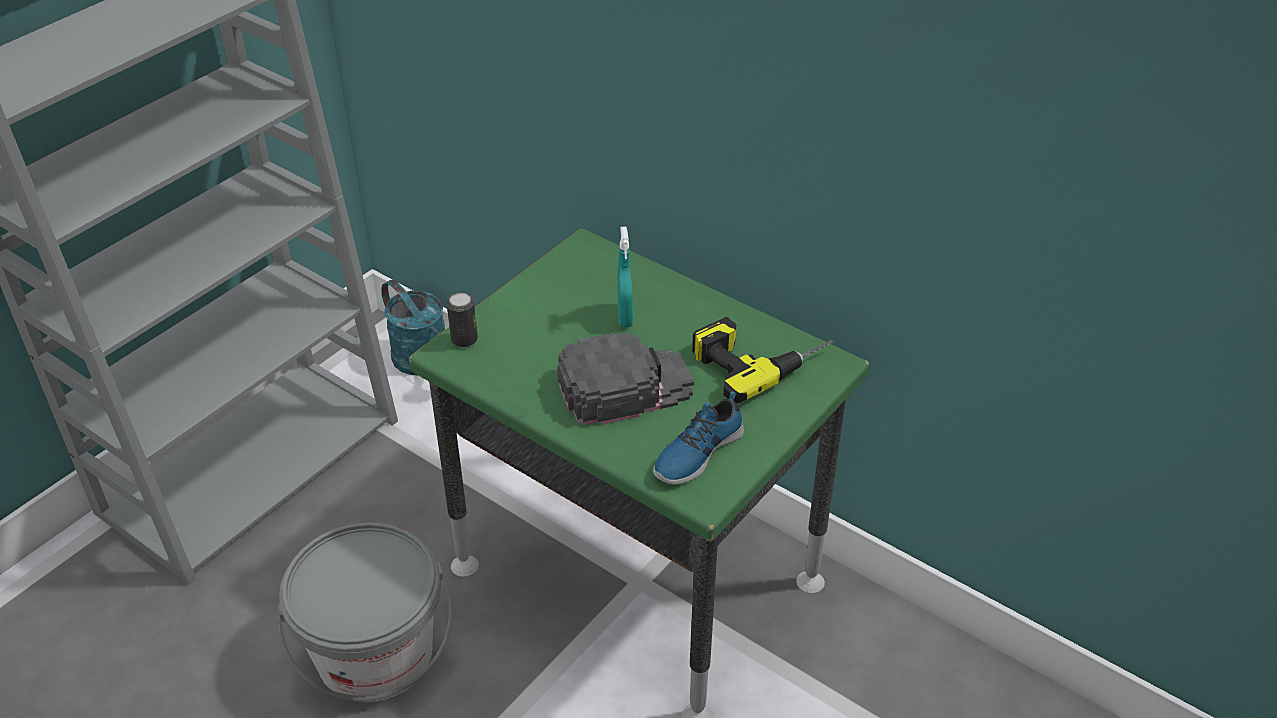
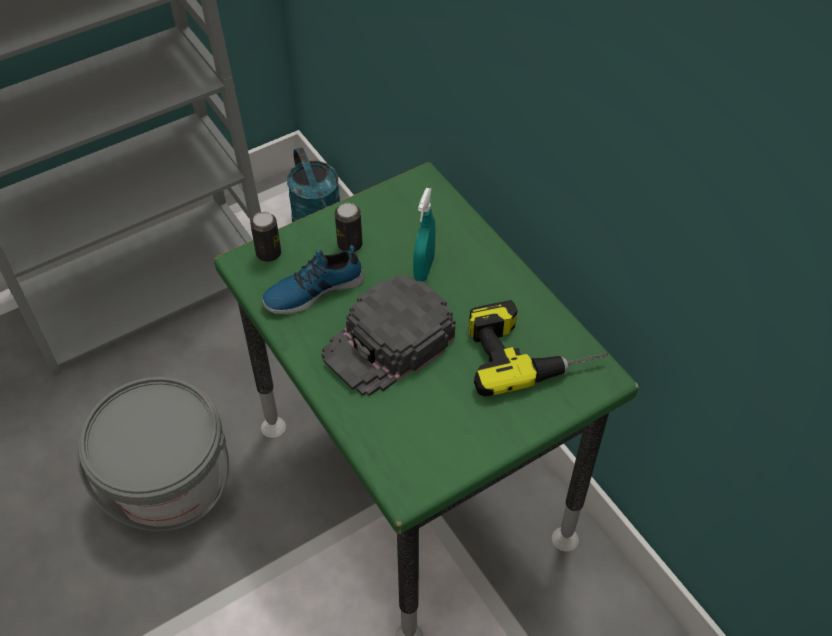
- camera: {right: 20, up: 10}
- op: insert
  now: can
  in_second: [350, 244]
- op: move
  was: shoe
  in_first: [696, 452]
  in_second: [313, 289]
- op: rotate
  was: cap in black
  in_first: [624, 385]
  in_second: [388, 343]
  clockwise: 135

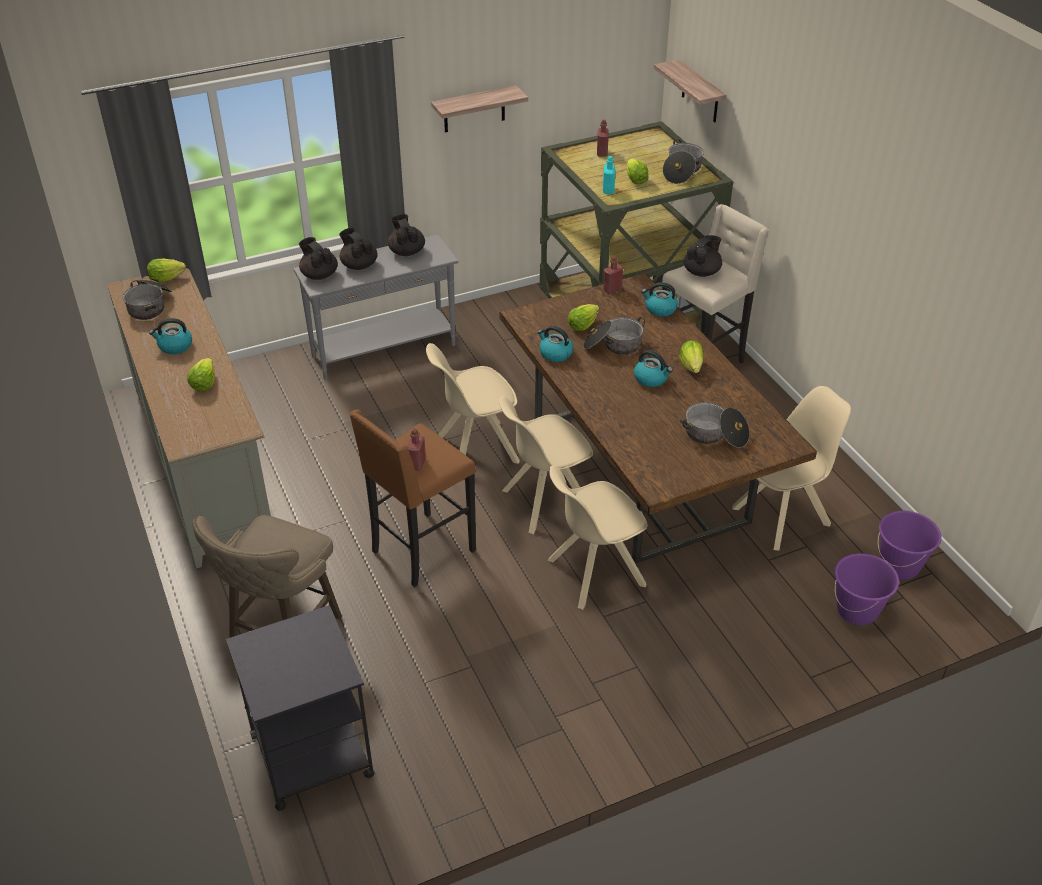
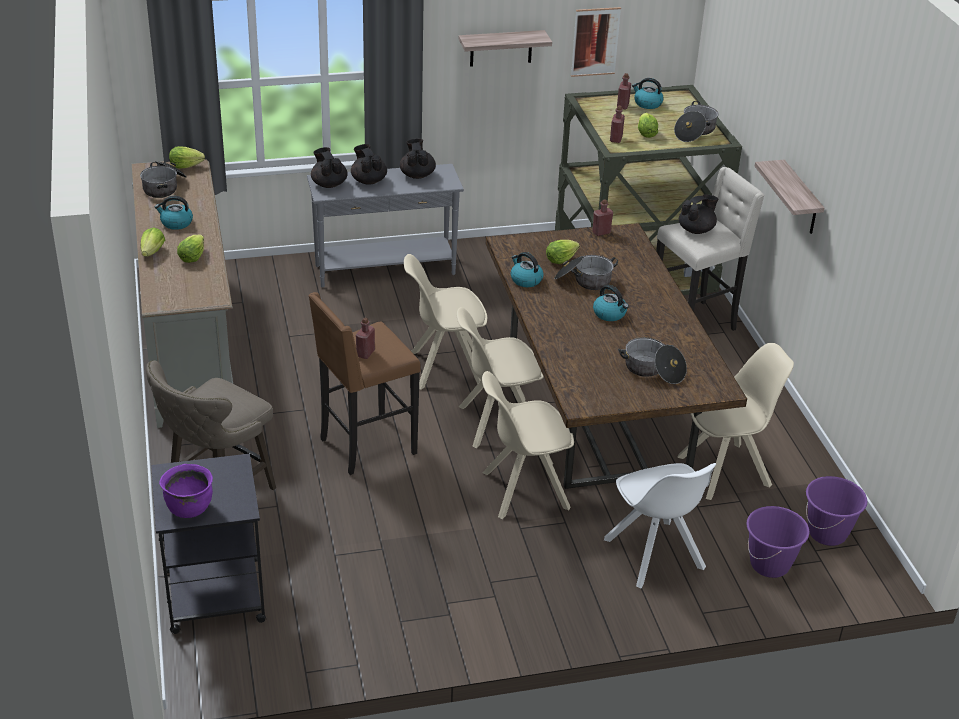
- camera: {right: 10, up: -5}
- op: insert
  now: cooking pot in purple
  in_second: [189, 508]
- op: insert
  now: picture
  in_second: [595, 42]
- op: insert
  now: chair in white
  in_second: [654, 555]
- op: move
  was: kettle
  in_first: [660, 309]
  in_second: [647, 104]
- op: move
  was: shelf
  in_first: [700, 93]
  in_second: [800, 199]
- op: move
  was: lettuce
  in_first: [691, 366]
  in_second: [152, 252]
- op: recolor
  was: bottle in turquoise
  now: bottle in red
  in_first: [608, 190]
  in_second: [616, 139]

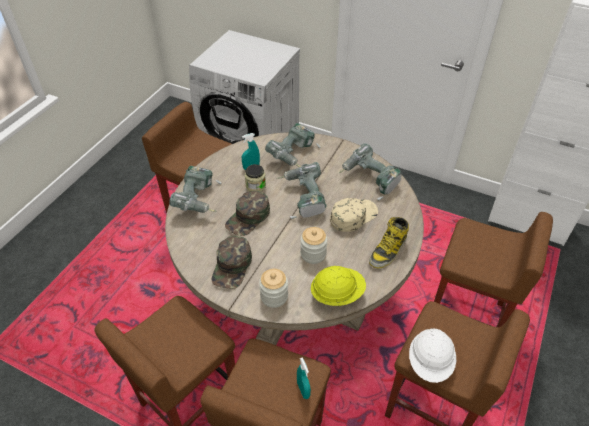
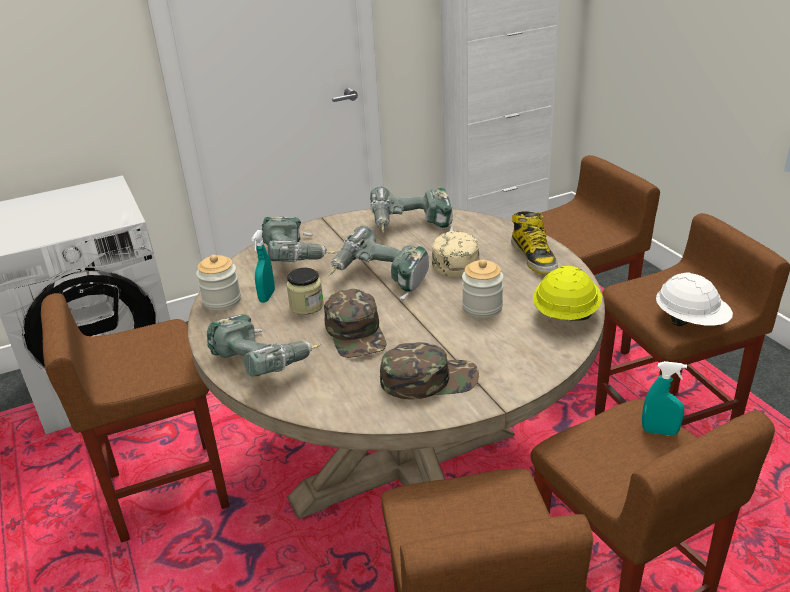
- camera: {right: -50, up: -15}
- op: move
  was: jar
  in_first: [274, 296]
  in_second: [222, 301]
- op: rotate
  was: cap in green
  in_first: [232, 266]
  in_second: [429, 379]
  clockwise: -60

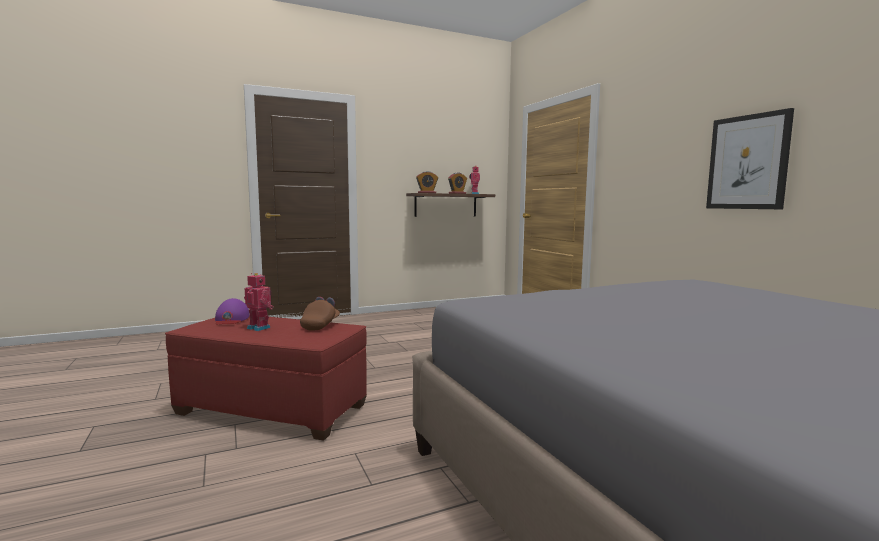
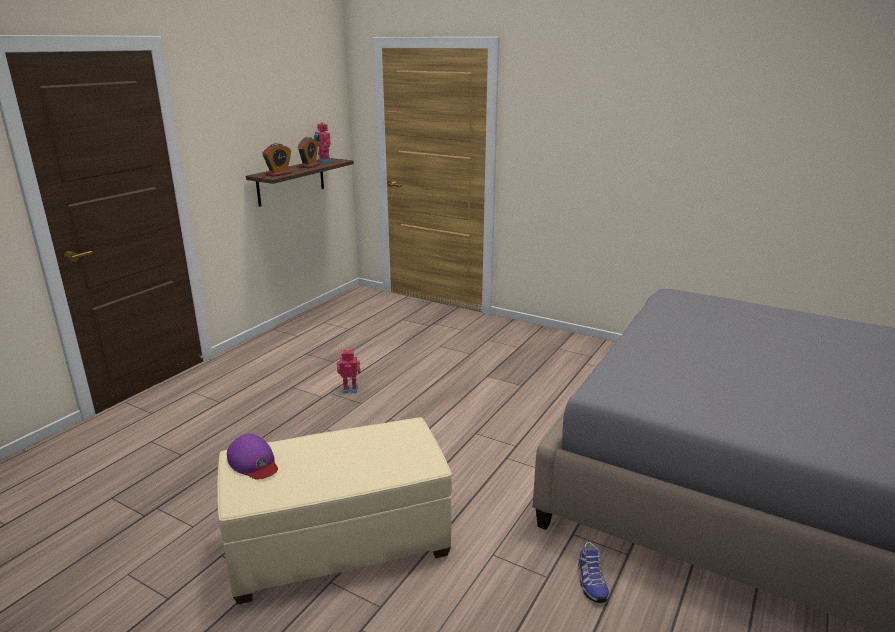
- camera: {right: -35, up: 15}
- op: delete
  was: cap in brown
  in_first: [320, 325]
- op: delete
  was: picture
  in_first: [748, 162]
- op: insert
  now: shoe
  in_second: [590, 582]
- op: move
  was: toy robot
  in_first: [260, 327]
  in_second: [350, 389]
- op: recolor
  was: ottoman in red
  now: ottoman in beige
  in_first: [271, 409]
  in_second: [339, 545]

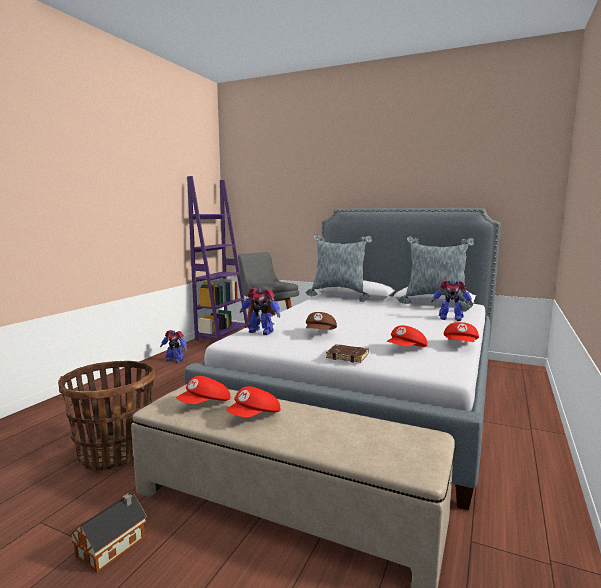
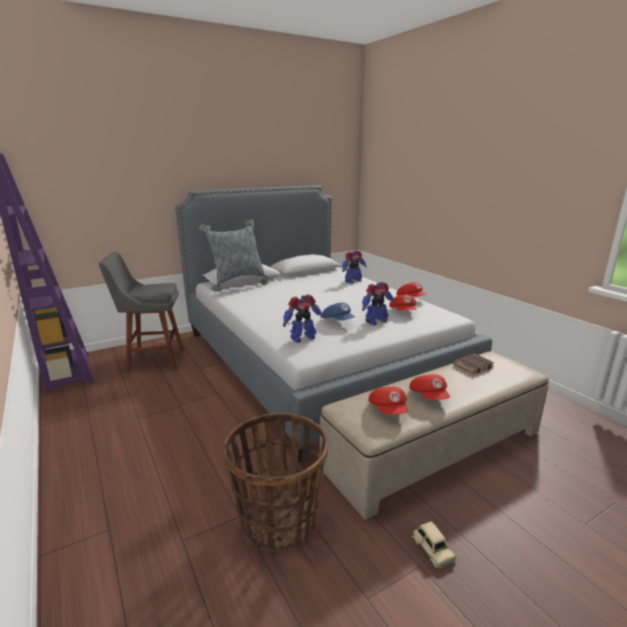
- camera: {right: -55, up: 10}
- op: delete
  was: pillow
  in_first: [434, 306]
- op: move
  was: toy robot
  in_first: [175, 360]
  in_second: [375, 321]
- op: move
  was: book in brown
  in_first: [348, 356]
  in_second: [473, 366]
- op: replace
  was: toy house
  now: toy car in beige
  in_first: [114, 545]
  in_second: [432, 549]
- op: recolor
  was: cap in brown
  now: cap in blue
  in_first: [320, 333]
  in_second: [338, 321]

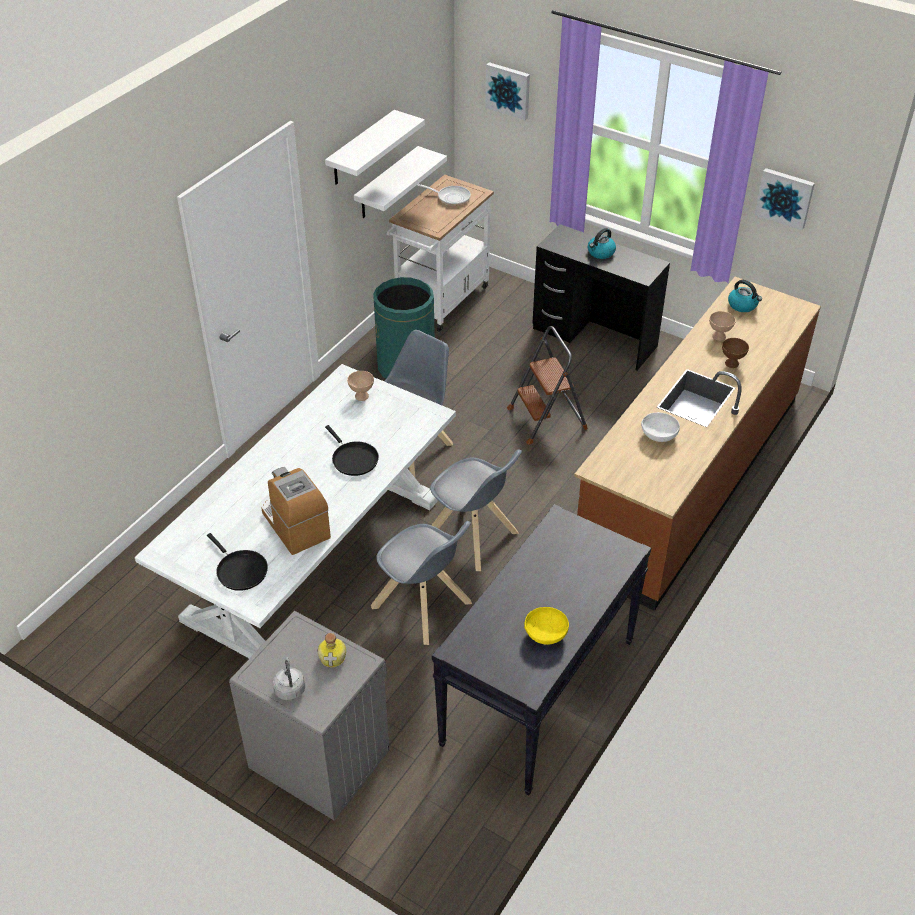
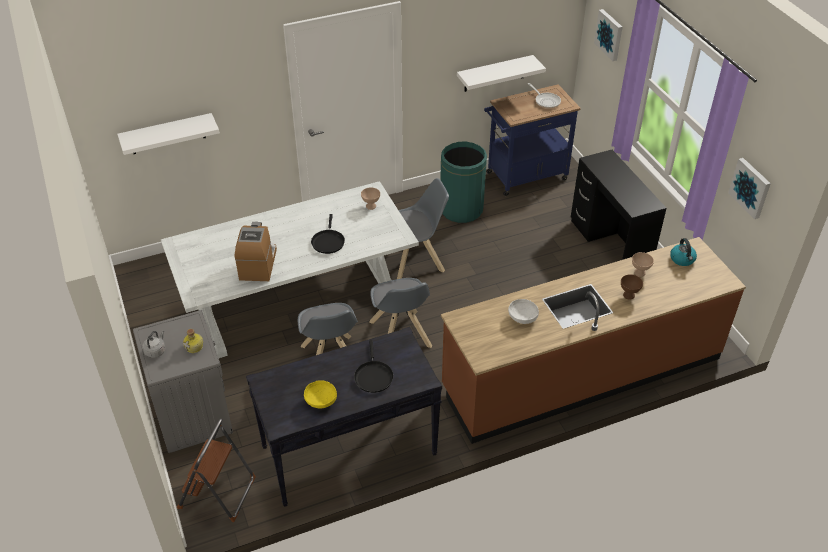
- camera: {right: 35, up: 0}
- op: delete
  was: kettle
  in_first: [600, 253]
- op: move
  was: frying pan in black
  in_first: [240, 570]
  in_second: [373, 376]
- op: move
  was: shelf in white
  in_first: [361, 149]
  in_second: [167, 134]
- op: move
  was: step ladder in brown
  in_first: [550, 418]
  in_second: [219, 493]
- op: recolor
  was: cart in white
  now: cart in blue
  in_first: [440, 302]
  in_second: [524, 177]

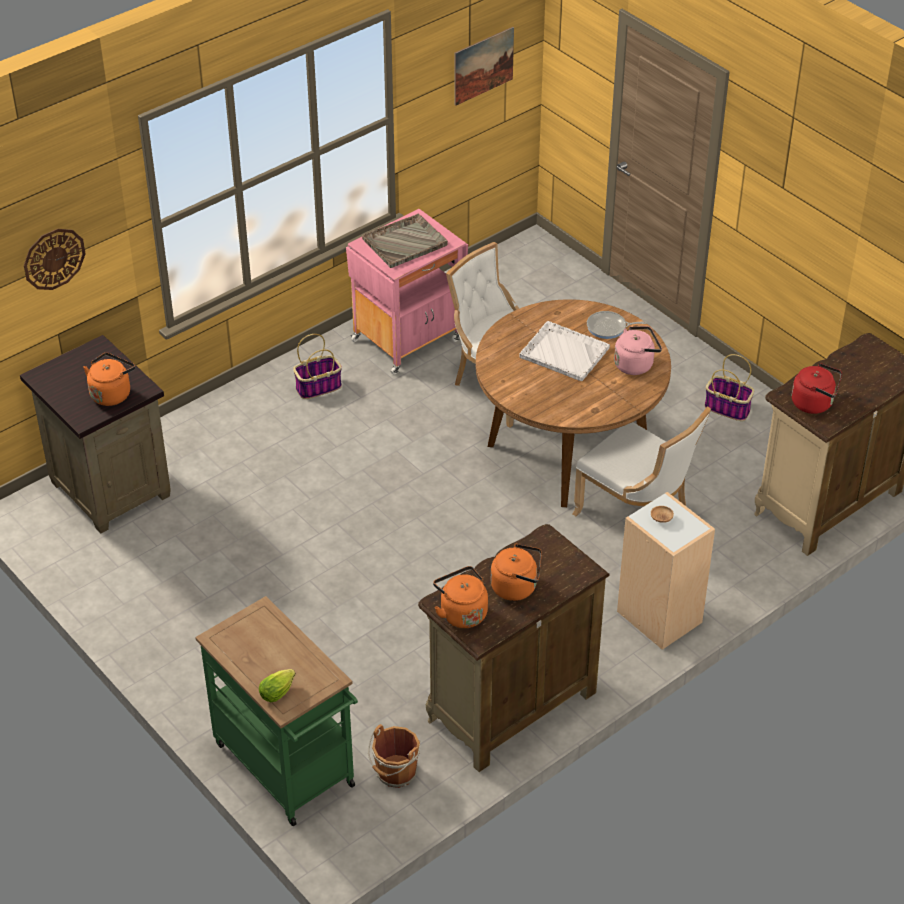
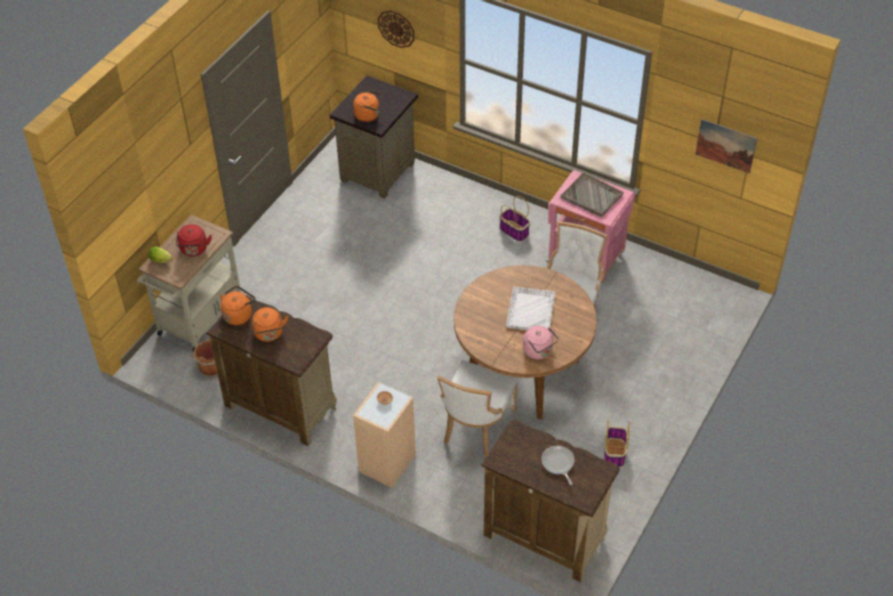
- camera: {right: 70, up: 5}
- op: move
  was: frying pan
  in_first: [609, 328]
  in_second: [558, 463]
- op: move
  was: kettle in red
  in_first: [814, 403]
  in_second: [194, 250]
- op: recolor
  was: cart in green
  now: cart in beige
  in_first: [287, 768]
  in_second: [198, 319]

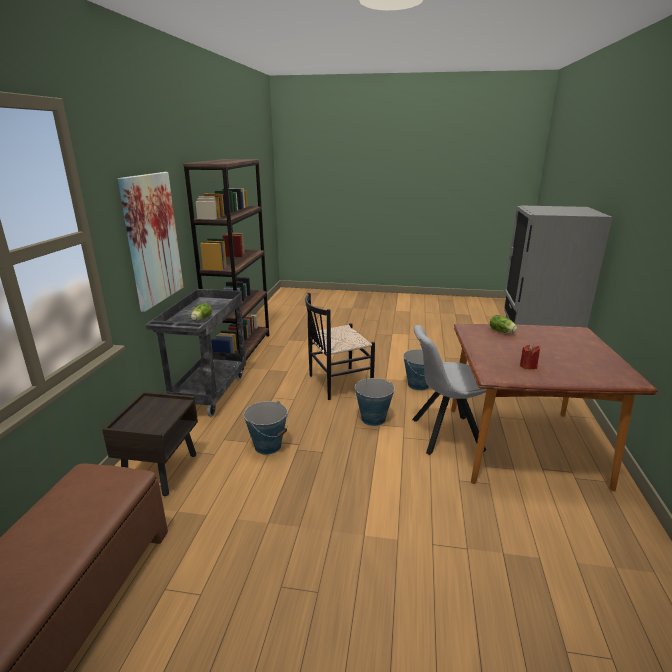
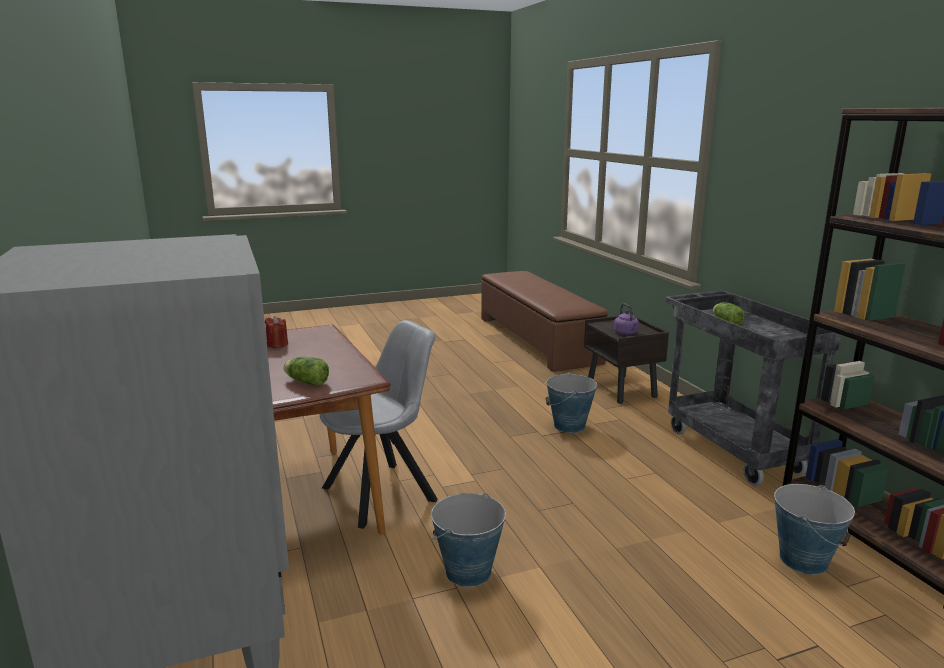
- camera: {right: 150, up: -5}
- op: delete
  was: picture
  in_first: [152, 239]
- op: delete
  was: chair in black
  in_first: [337, 383]
- op: insert
  now: kettle in purple
  in_second: [626, 333]
- op: move
  was: bucket
  in_first: [373, 419]
  in_second: [803, 560]

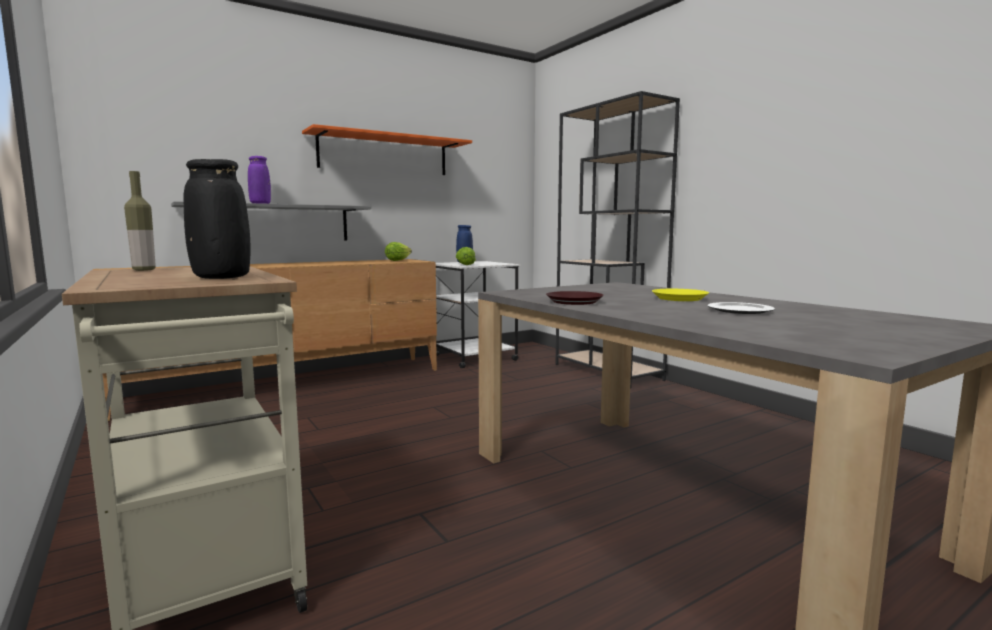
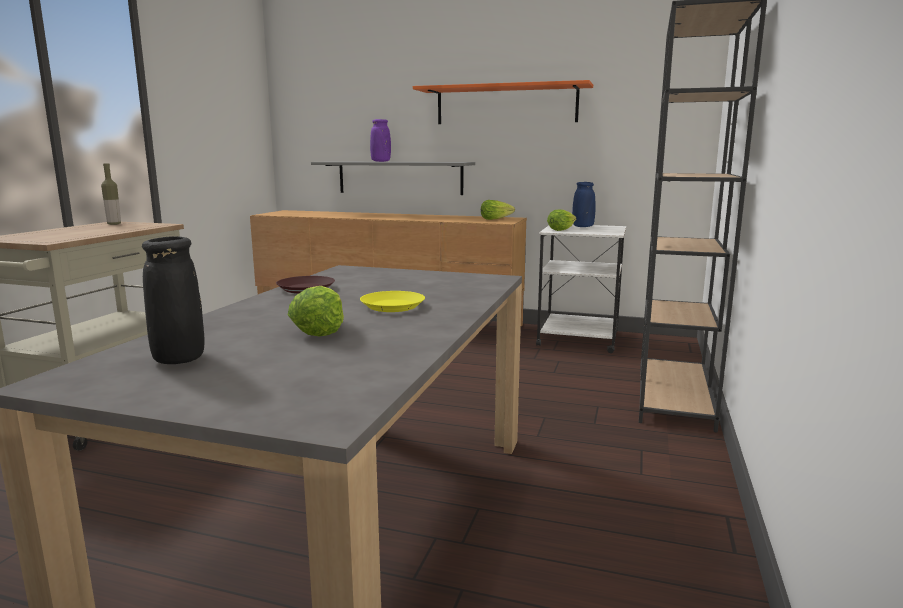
- camera: {right: 50, up: 5}
- op: move
  was: vase in black
  in_first: [221, 278]
  in_second: [179, 359]
- op: replace
  was: plate
  now: lettuce
  in_first: [740, 311]
  in_second: [319, 330]

